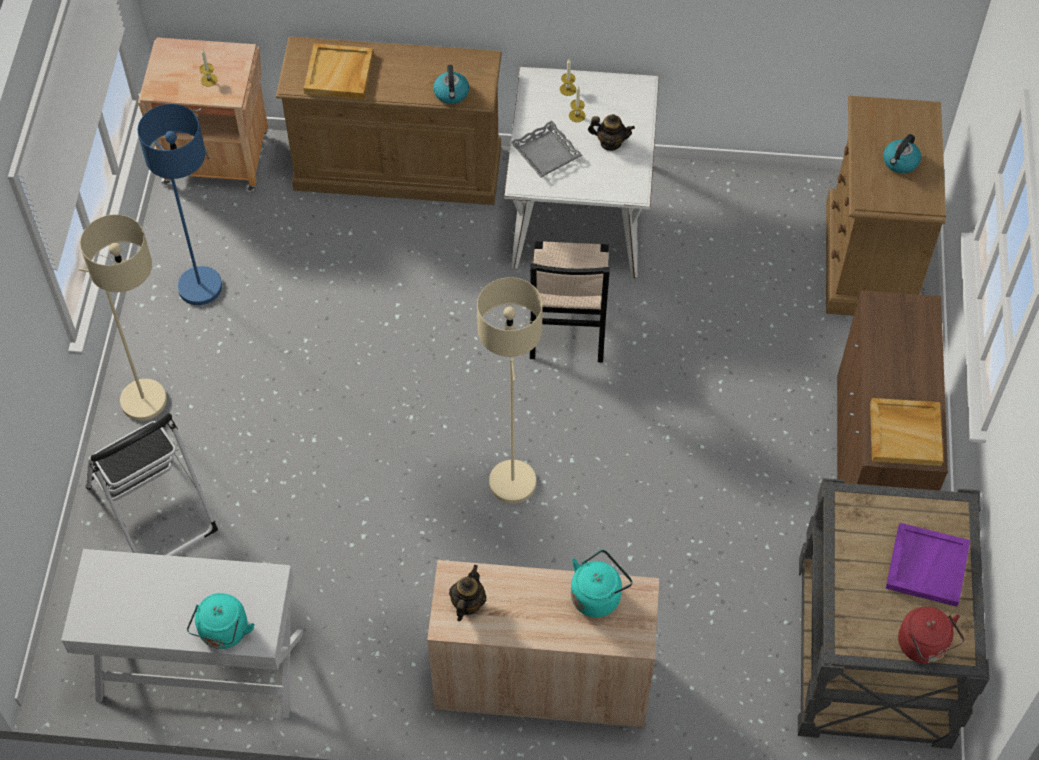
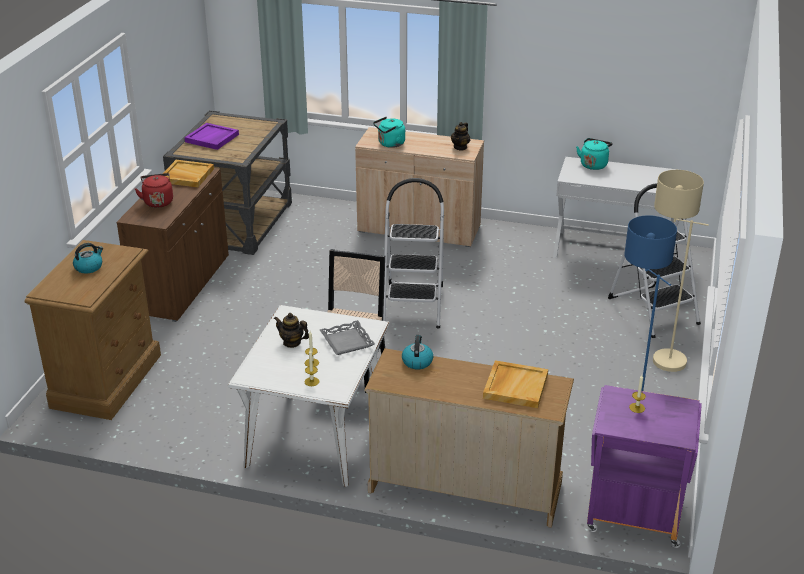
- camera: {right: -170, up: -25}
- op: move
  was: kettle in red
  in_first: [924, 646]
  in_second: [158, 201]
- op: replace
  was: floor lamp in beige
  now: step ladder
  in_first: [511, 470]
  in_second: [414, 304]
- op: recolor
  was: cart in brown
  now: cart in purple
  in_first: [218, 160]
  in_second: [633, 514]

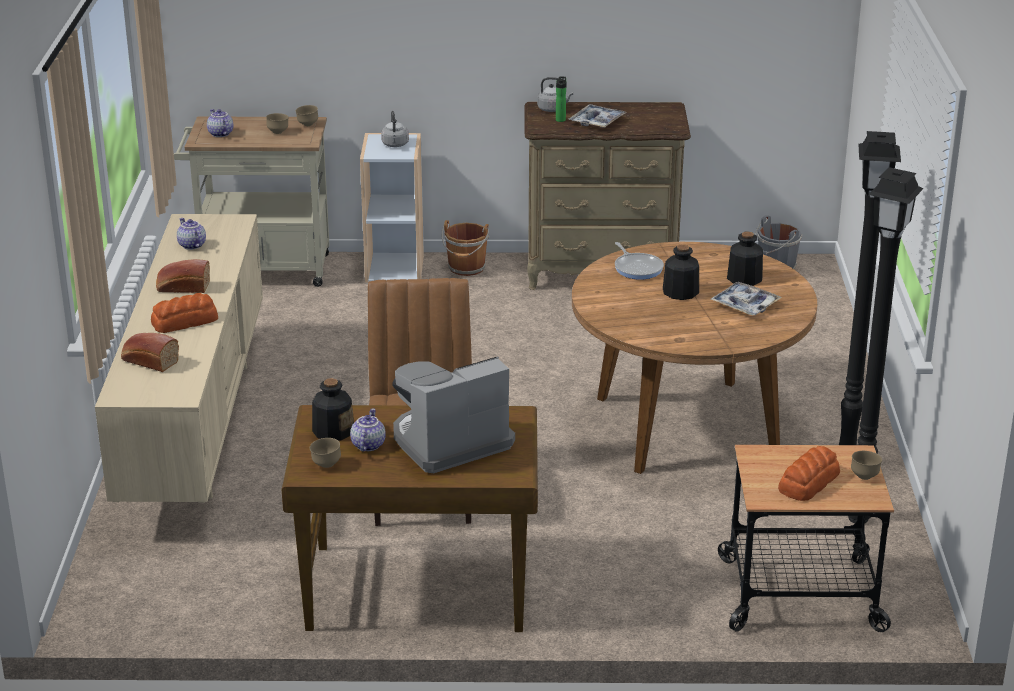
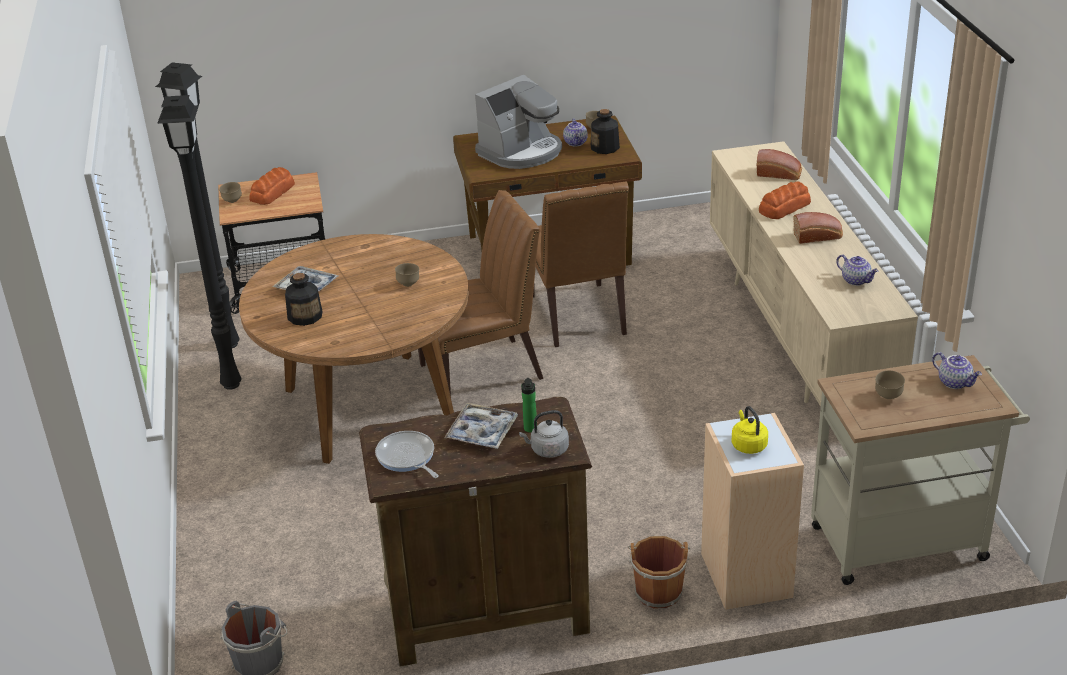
- camera: {right: 170, up: 5}
- op: delete
  was: bottle
  in_first: [680, 292]
- op: insert
  now: chair in brown
  in_second: [480, 372]
- op: move
  was: bowl in brown
  in_first: [307, 125]
  in_second: [408, 284]
- op: move
  was: frying pan
  in_first: [637, 268]
  in_second: [407, 457]
- op: recolor
  was: kettle in grey
  now: kettle in yellow
  in_first: [395, 145]
  in_second: [748, 445]

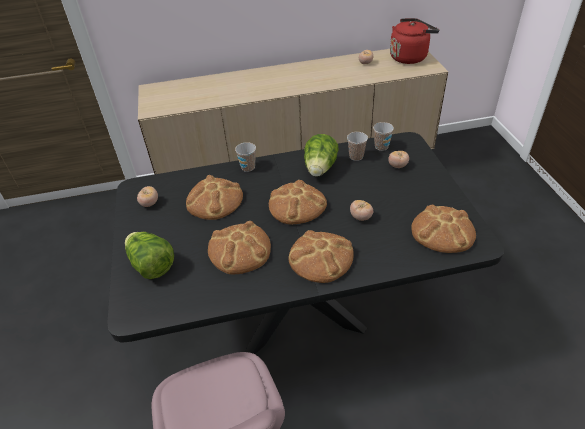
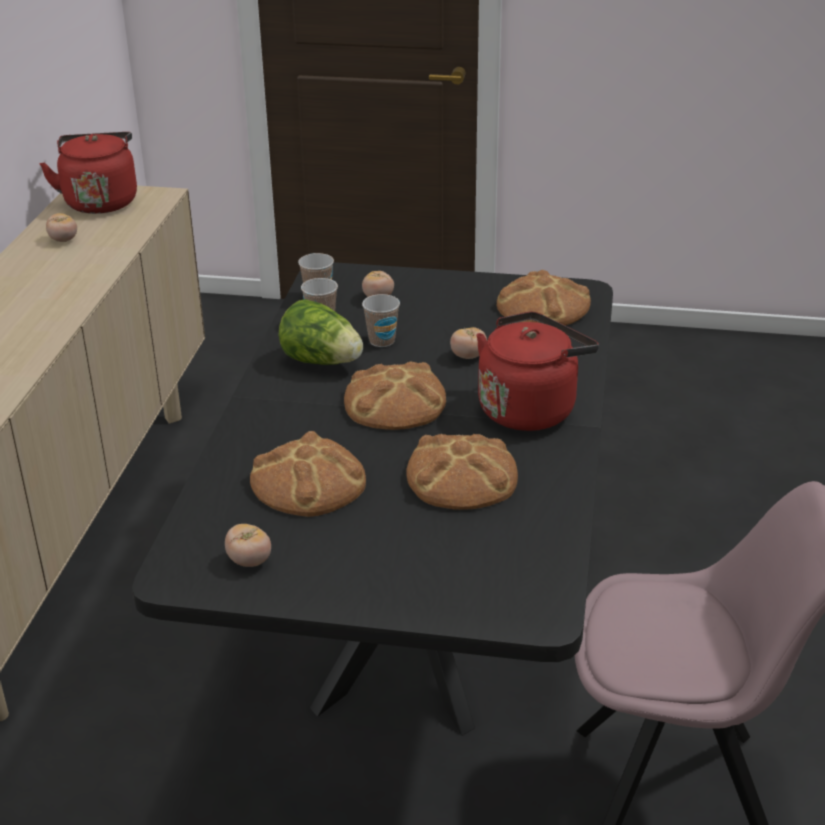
- camera: {right: -70, up: -10}
- op: delete
  was: lettuce
  in_first: [151, 265]
- op: move
  was: cup
  in_first: [248, 167]
  in_second: [382, 341]
- op: replace
  was: bread
  now: kettle in red
  in_first: [321, 258]
  in_second: [530, 408]

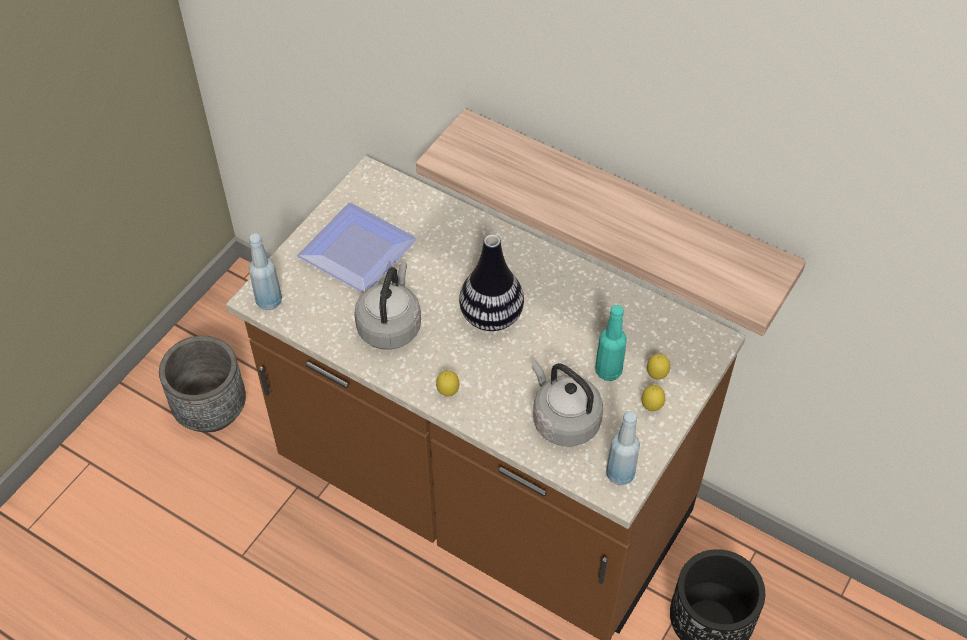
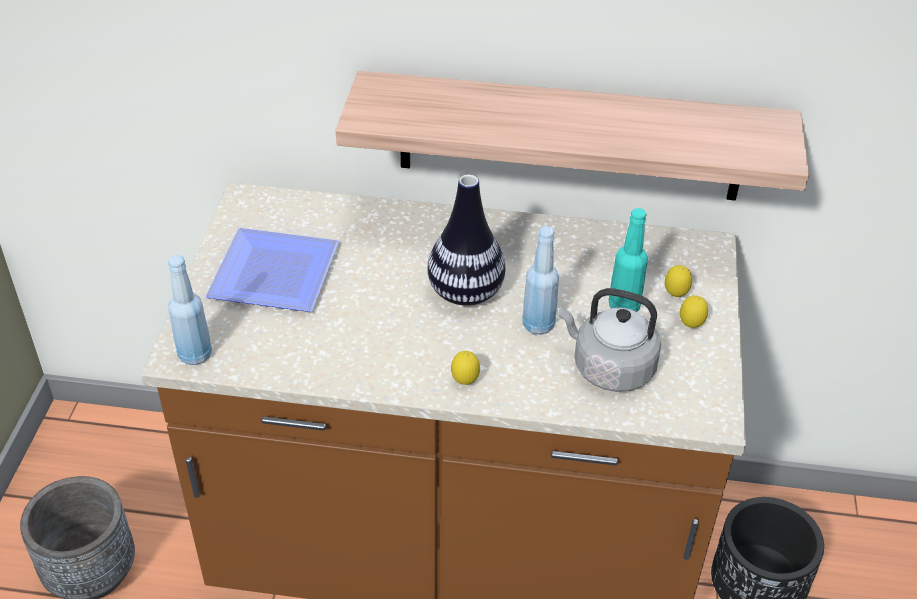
- camera: {right: -25, up: -10}
- op: delete
  was: kettle in grey
  in_first: [390, 326]
- op: move
  was: bottle in blue
  in_first: [620, 474]
  in_second: [538, 325]

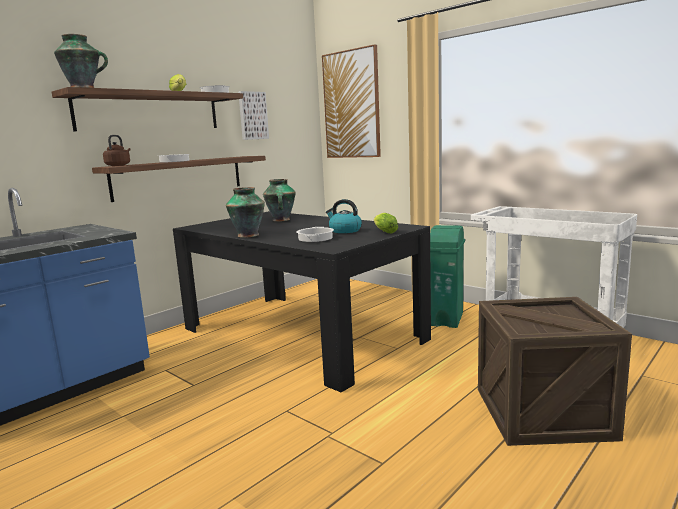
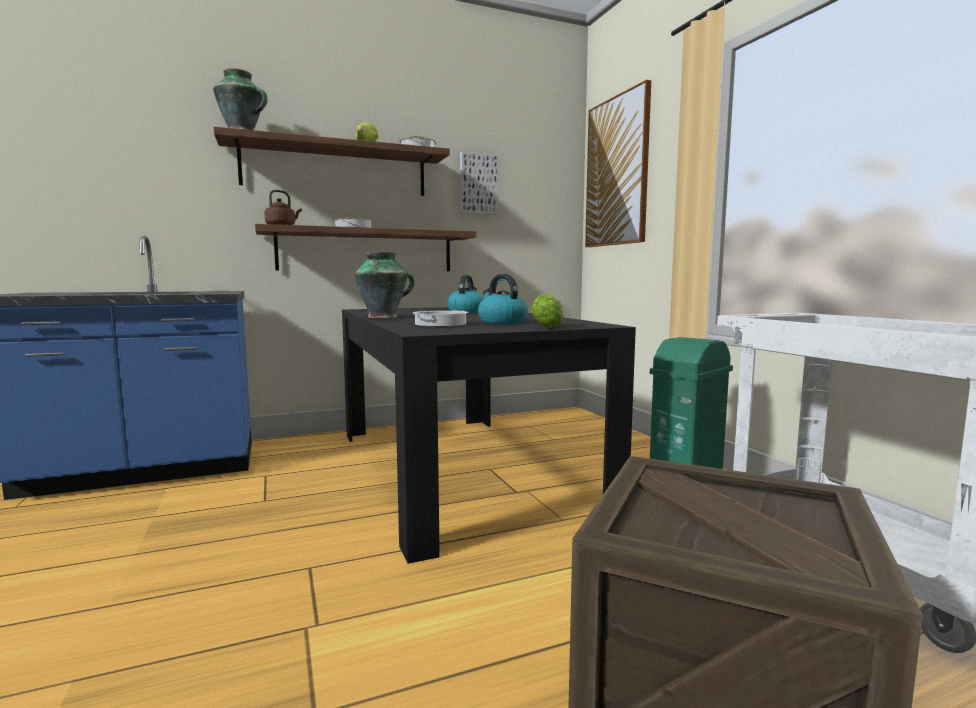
- camera: {right: 25, up: -5}
- op: replace
  was: vase
  now: kettle
  in_first: [281, 220]
  in_second: [466, 311]

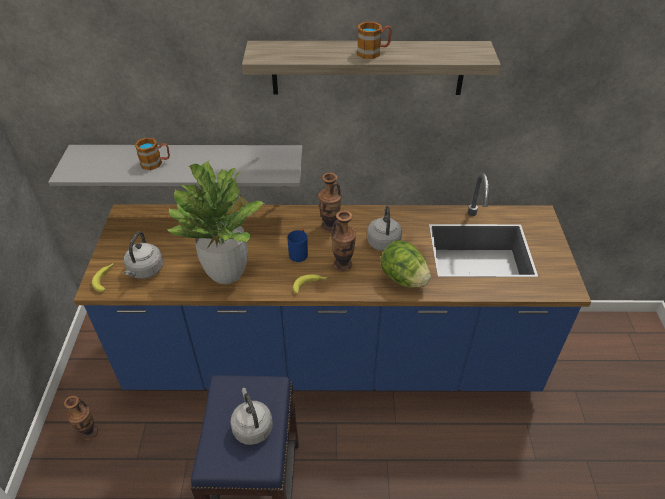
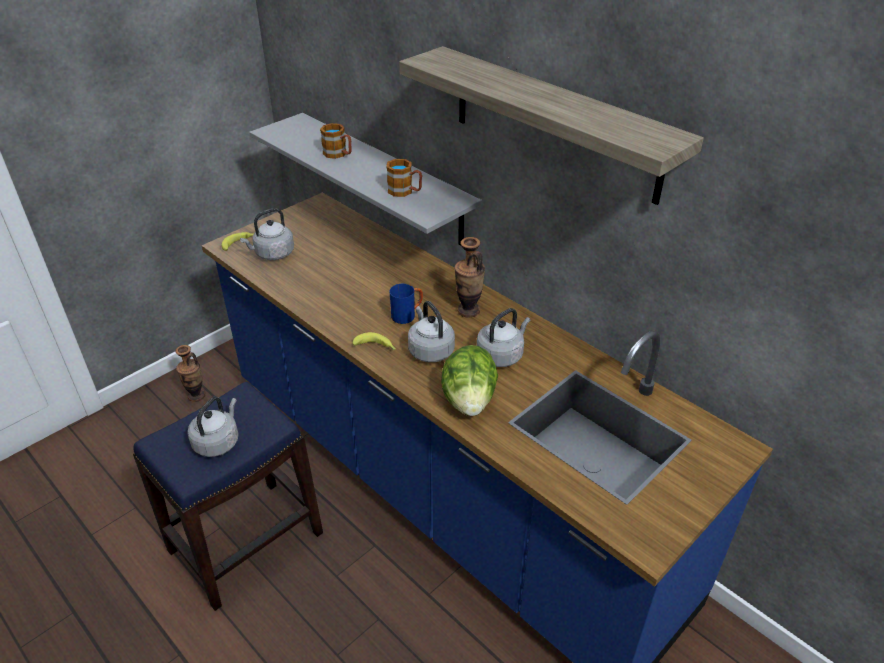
- camera: {right: 45, up: -5}
- op: delete
  was: potted plant
  in_first: [227, 273]
- op: move
  was: mug
  in_first: [373, 52]
  in_second: [405, 191]
- op: replace
  was: vase
  now: kettle in grey
  in_first: [343, 265]
  in_second: [430, 350]

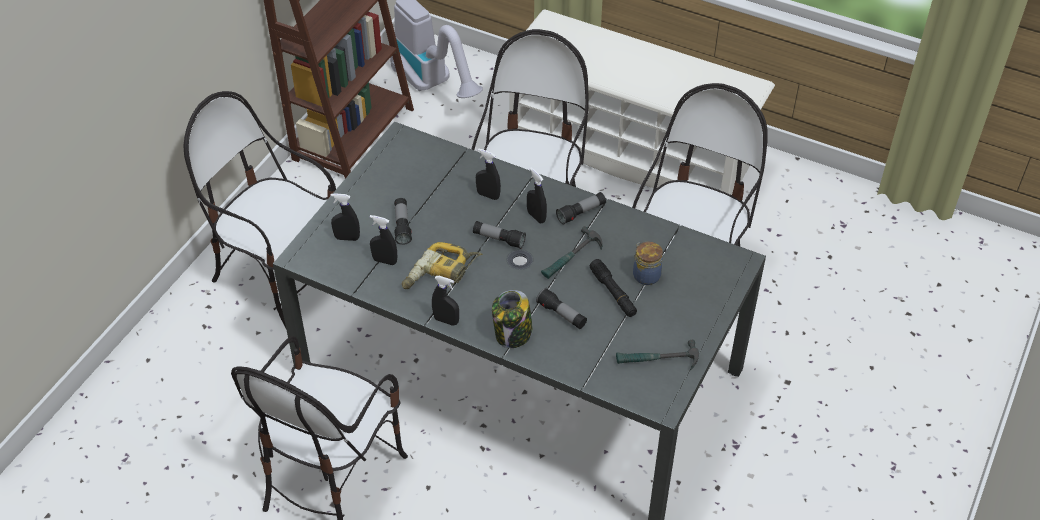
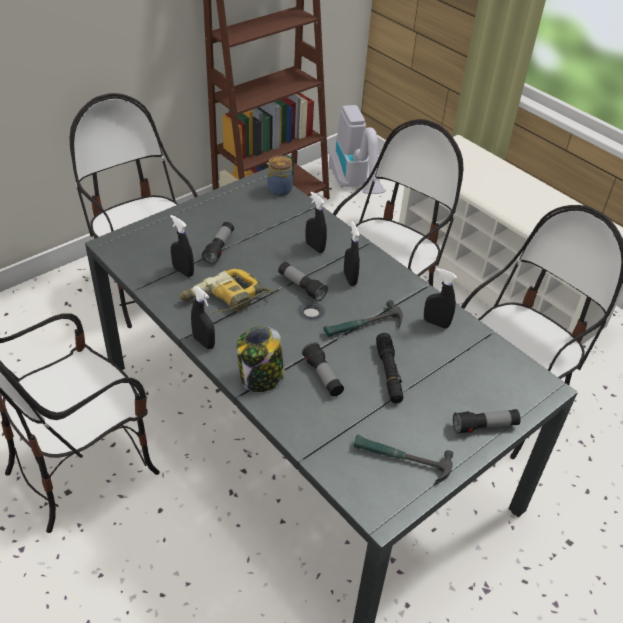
- camera: {right: 20, up: -5}
- op: move
  was: spray bottle in black
  in_first: [347, 238]
  in_second: [436, 323]
- op: move
  was: flashlight
  in_first: [581, 213]
  in_second: [484, 426]
- op: move
  was: jar
  in_first: [645, 275]
  in_second: [279, 189]

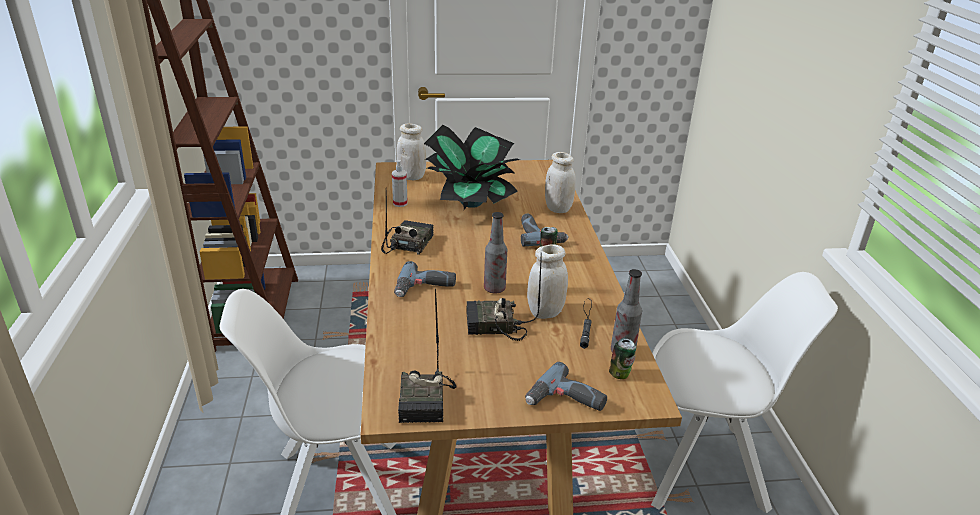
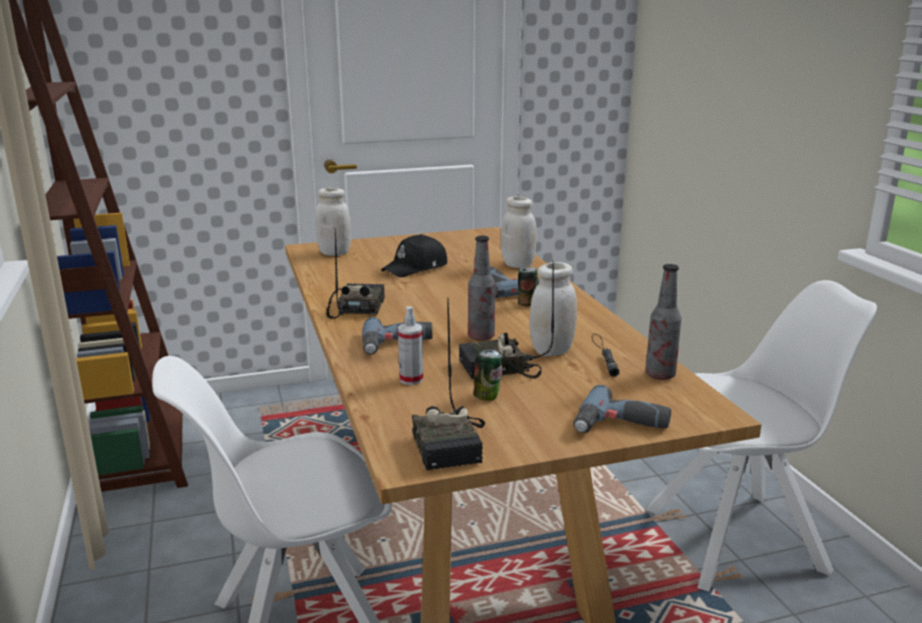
- camera: {right: -10, up: -10}
- op: move
  was: spray bottle
  in_first: [400, 203]
  in_second: [411, 379]
- op: move
  was: can
  in_first: [620, 374]
  in_second: [488, 396]
- op: replace
  was: potted plant
  now: cap in black
  in_first: [472, 202]
  in_second: [416, 268]

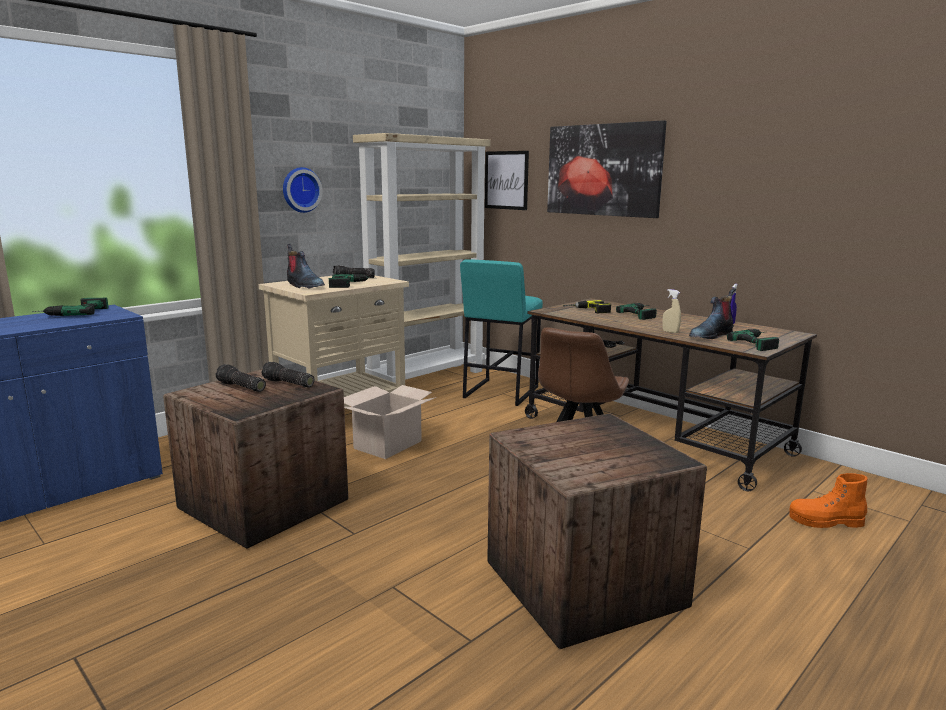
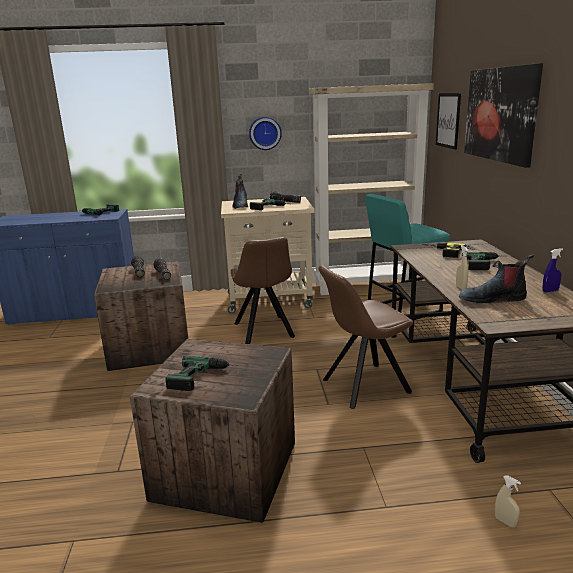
- camera: {right: 40, up: 5}
- op: move
  was: power drill
  in_first: [761, 343]
  in_second: [204, 377]
- op: replace
  was: cardboard box
  now: chair in brown
  in_first: [388, 445]
  in_second: [264, 330]
- op: replace
  was: boot in orange
  now: spray bottle in beige
  in_first: [825, 522]
  in_second: [505, 521]

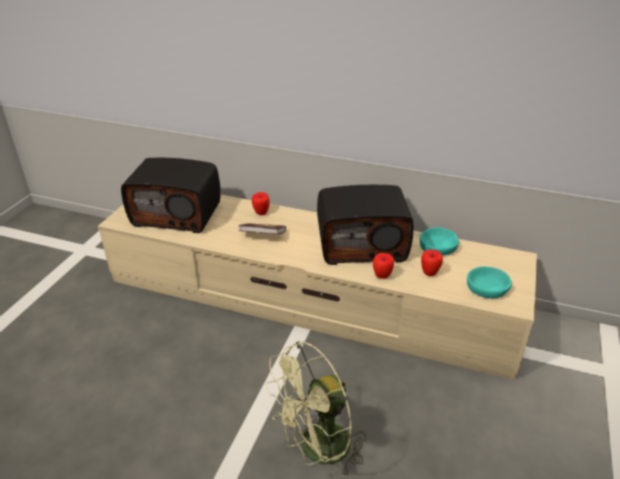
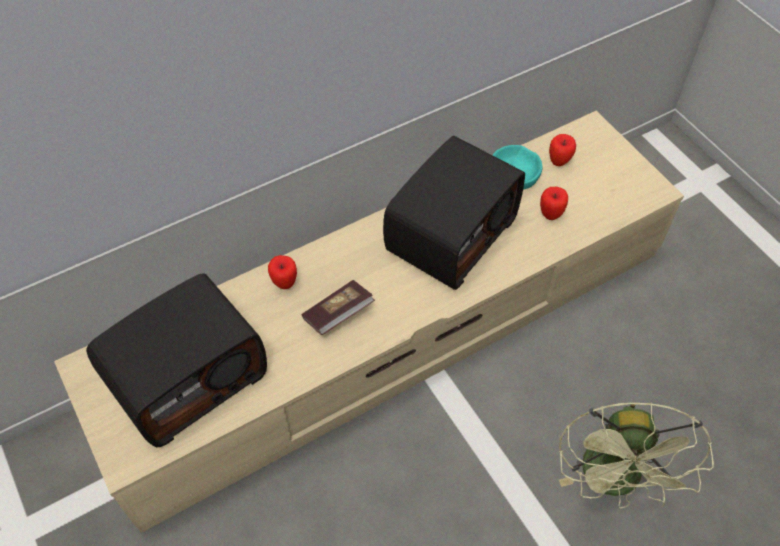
- camera: {right: -50, up: 20}
- op: delete
  was: bowl in turquoise
  in_first: [487, 287]
- op: move
  was: apple
  in_first: [382, 276]
  in_second: [559, 162]

